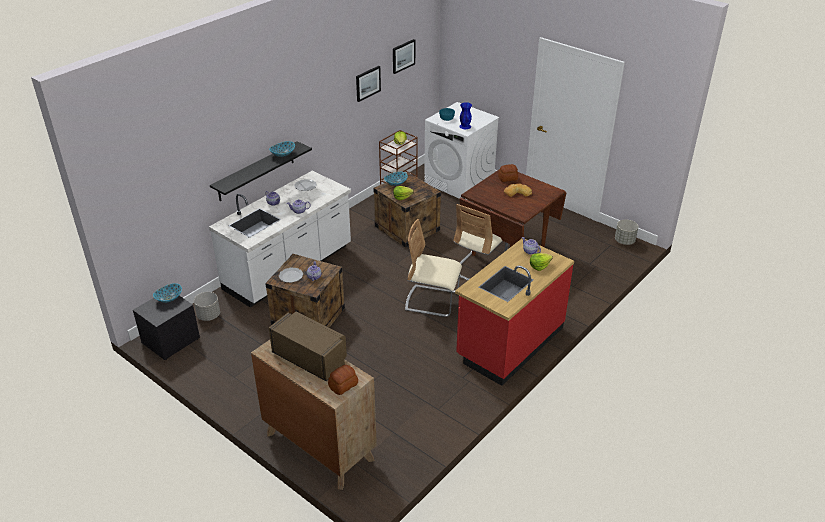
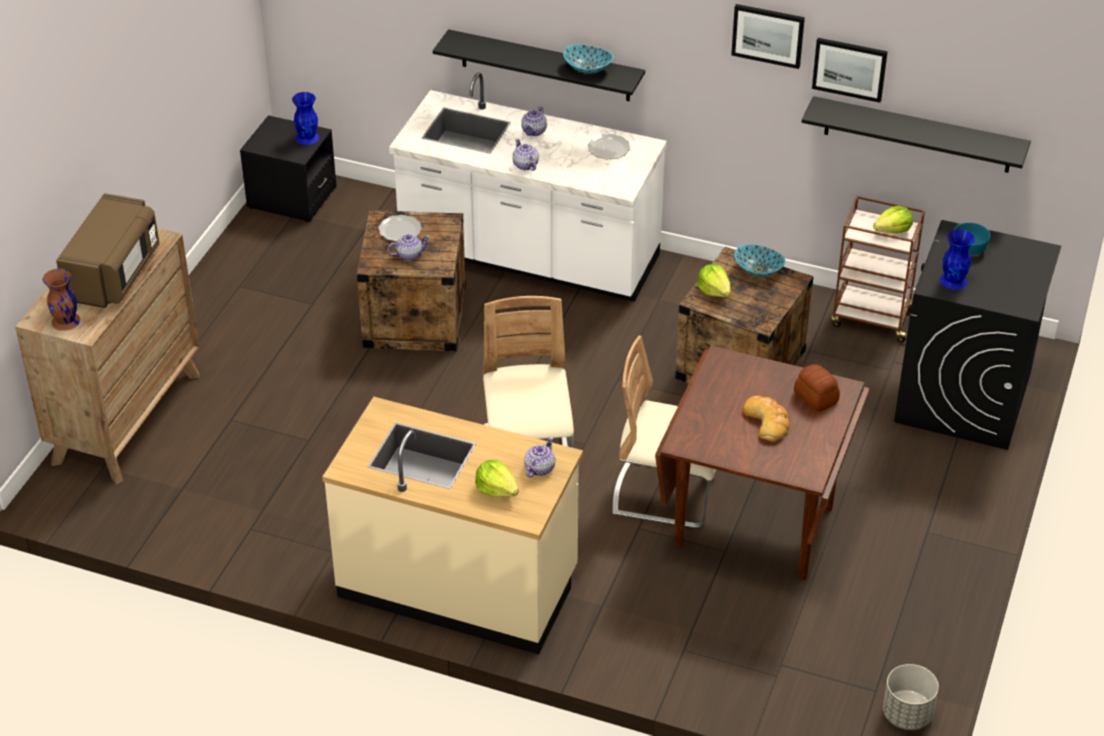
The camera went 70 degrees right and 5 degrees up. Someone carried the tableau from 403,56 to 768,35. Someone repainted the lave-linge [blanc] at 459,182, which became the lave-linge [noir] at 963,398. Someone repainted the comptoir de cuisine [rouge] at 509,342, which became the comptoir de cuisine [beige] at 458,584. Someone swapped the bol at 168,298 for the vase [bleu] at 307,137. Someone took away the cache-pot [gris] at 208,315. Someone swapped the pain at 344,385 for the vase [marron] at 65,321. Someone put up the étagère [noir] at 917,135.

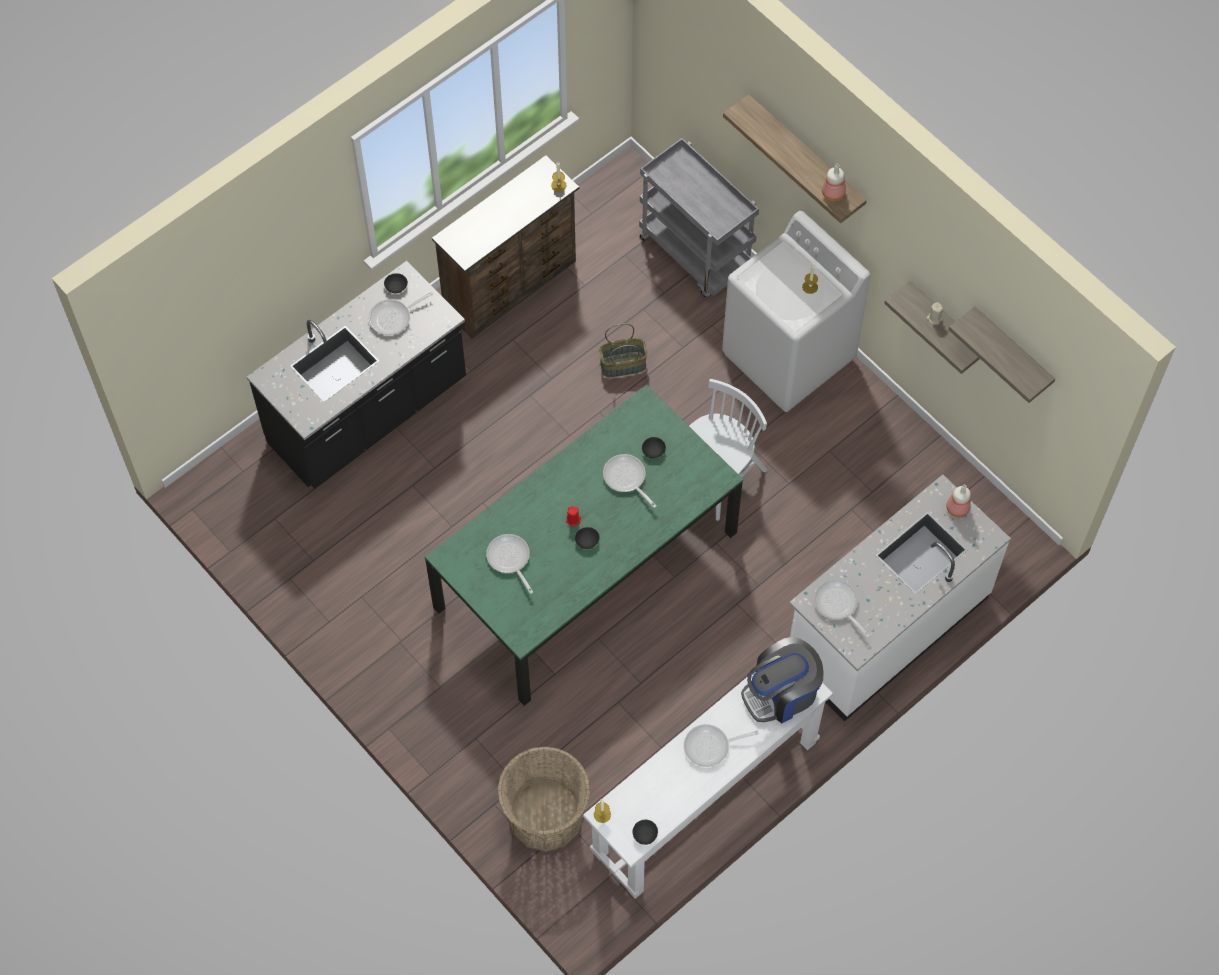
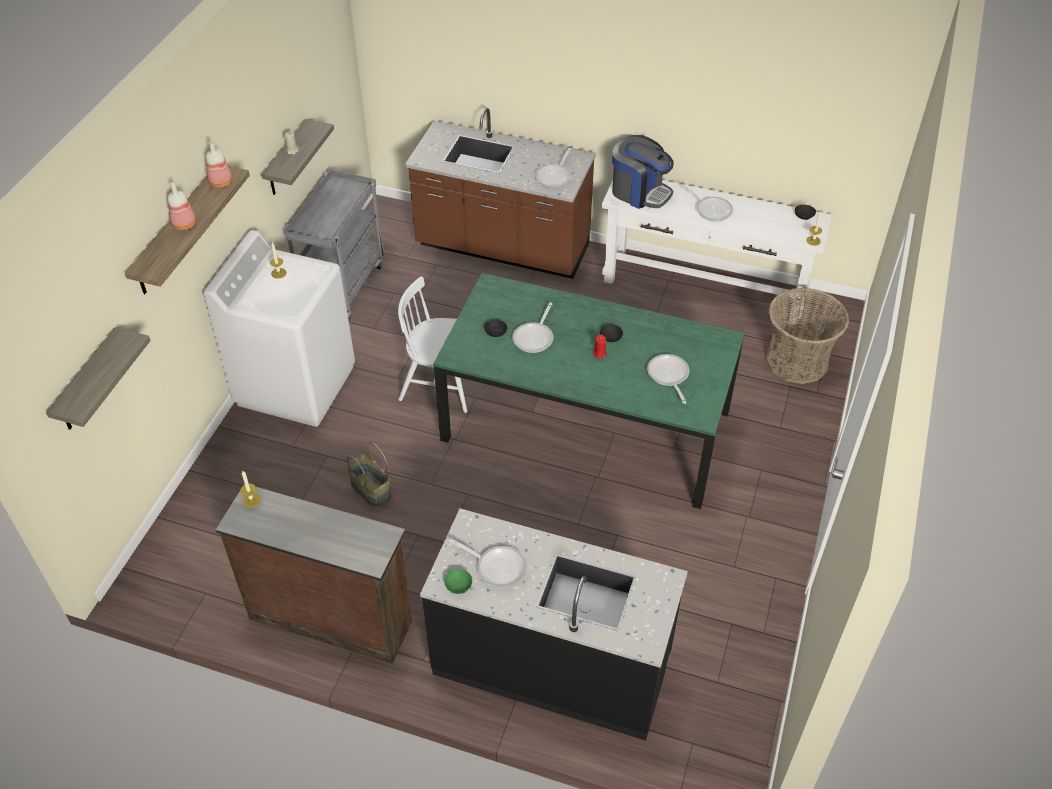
The camera went 120 degrees left and 15 degrees down. Someone carried the chariot [gris] from 697,253 to 343,285. Someone repainted the bol [noir] at 396,286, which became the bol [vert] at 457,585. Someone carried the étagère from 1011,352 to 87,383. Someone repainted the comptoir de cuisine [blanc] at 885,628, which became the comptoir de cuisine [marron] at 502,248. Someone carried the bouteille from 957,509 to 185,224. Someone rotated the poêle at 510,559 by 135 degrees clockwise.

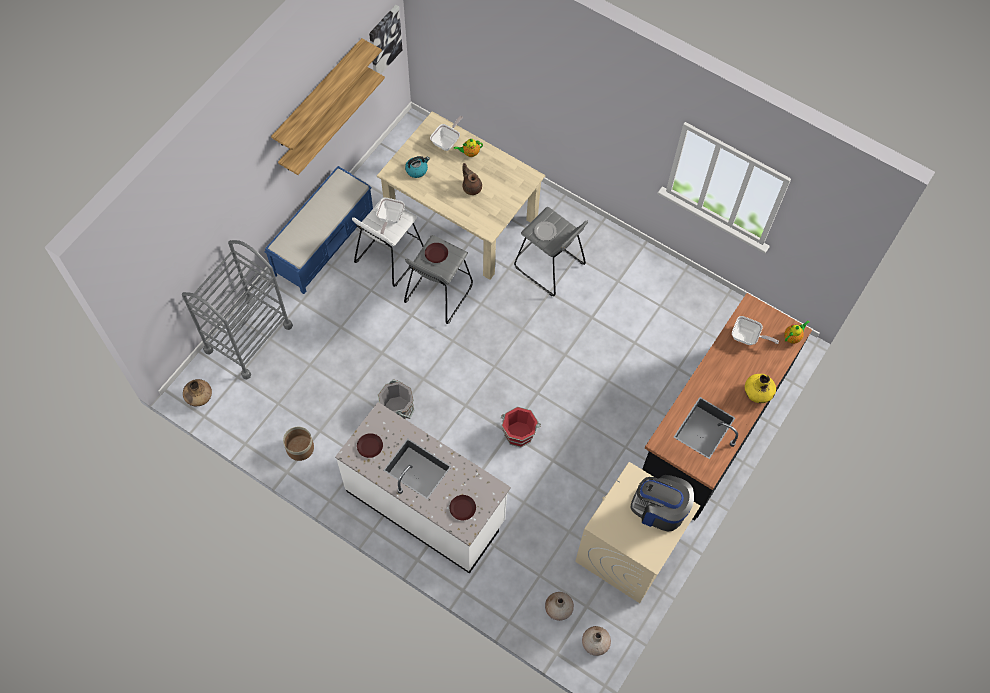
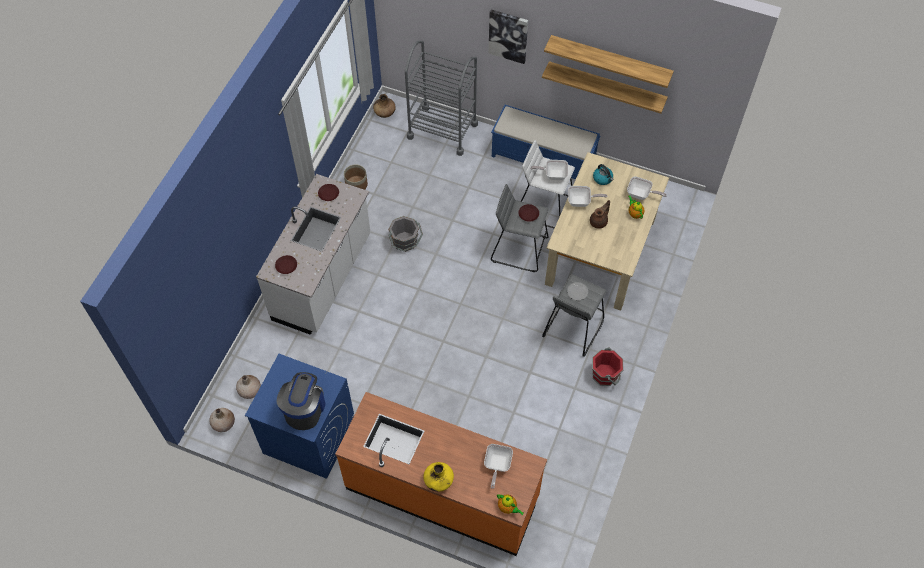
The camera went 80 degrees right and 5 degrees down. Someone carried the tableau from 384,41 to 508,35. Someone repainted the comptoir de cuisine [noir] at 711,426, which became the comptoir de cuisine [orange] at 442,492. Someone carried the seau [rouge] from 518,433 to 605,374. Someone repainted the lave-linge [beige] at 627,551, which became the lave-linge [bleu] at 308,436. Someone put down the poêle at 581,202.

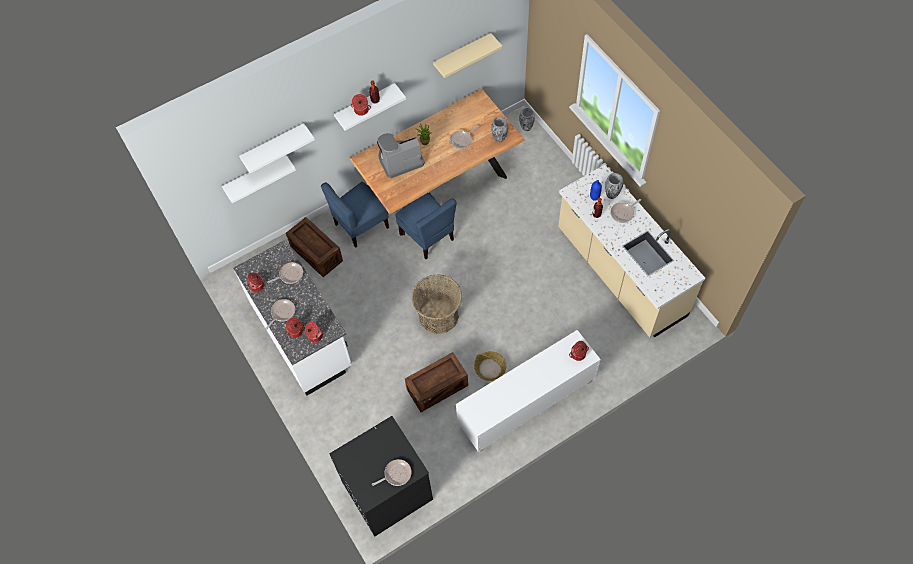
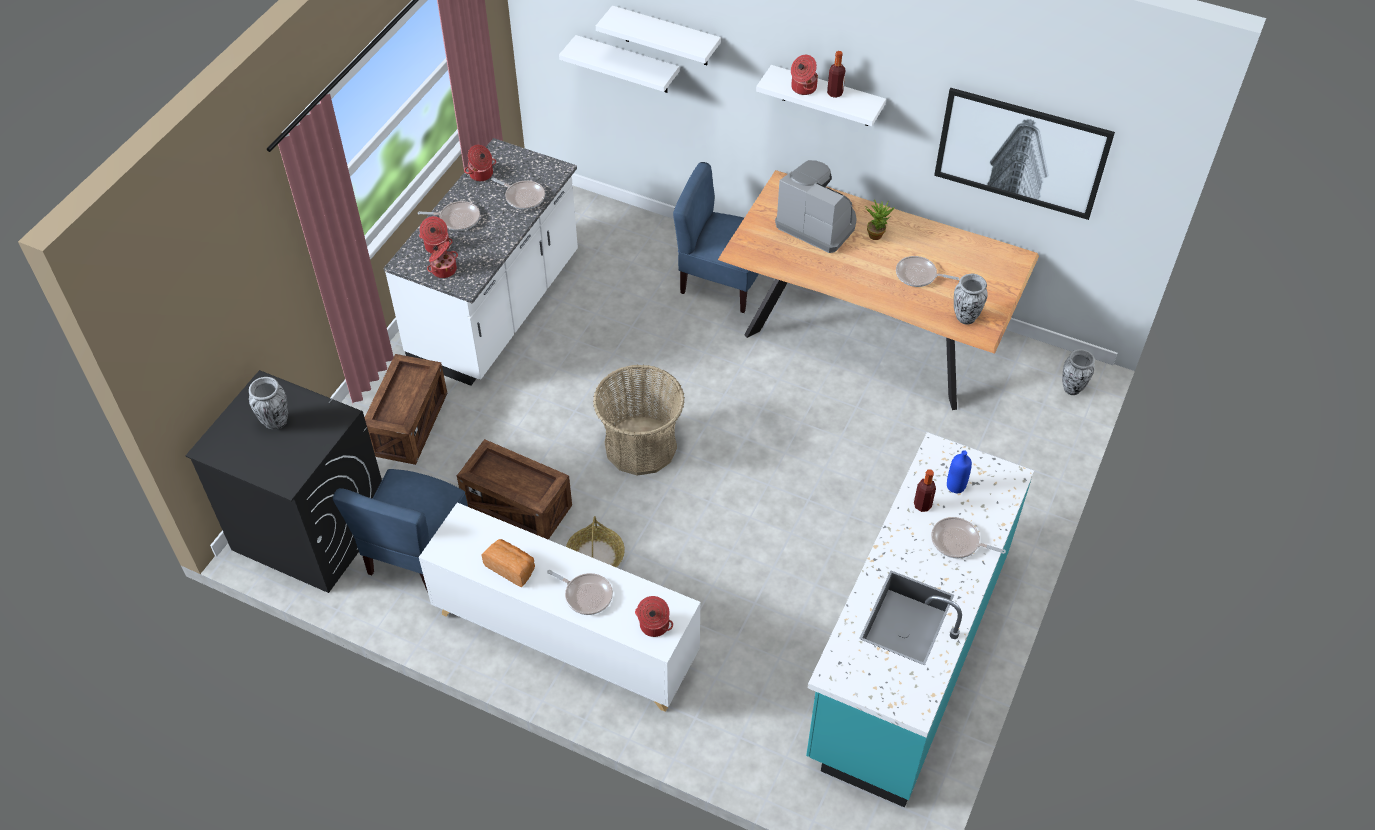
The camera went 55 degrees right and 10 degrees down. Someone swapped the étagère [beige] at 462,54 for the tableau at 1021,152. Someone repainted the comptoir de cuisine [beige] at 620,273, which became the comptoir de cuisine [turquoise] at 906,656. Someone carried the vase from 611,194 to 276,422. Someone carried the chaise [bleu] from 427,236 to 417,553. Someone carried the caisse from 316,254 to 409,424. Someone carried the poêle from 396,474 to 586,595. Someone put down the pain at 511,568.

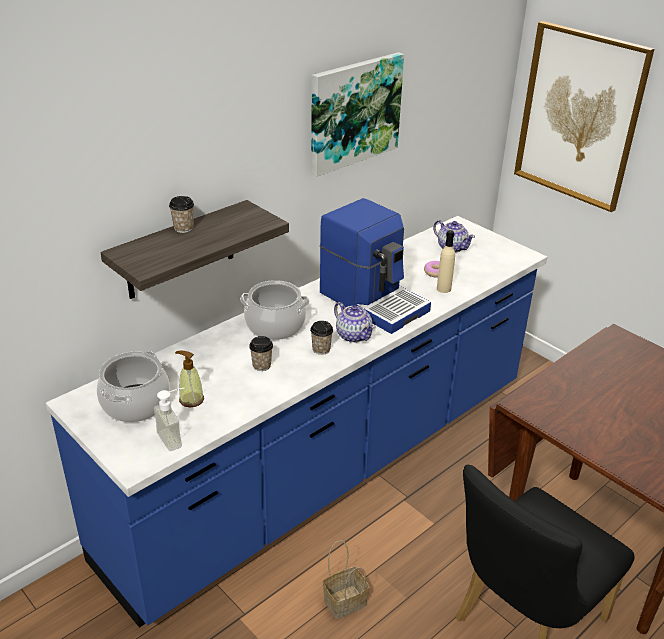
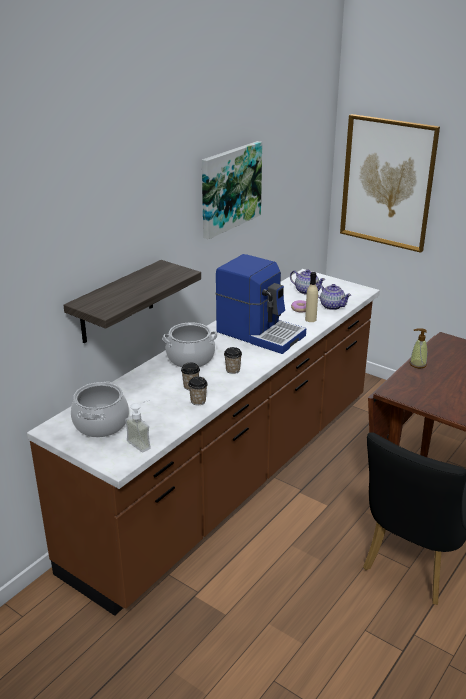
The camera went 10 degrees left and 5 degrees down. Someone carried the tasse from 183,228 to 198,401. Someone repainted the comptoir de cuisine [bleu] at 328,468, which became the comptoir de cuisine [marron] at 233,478. Someone carried the théière from 353,335 to 332,306. Someone carried the distributeur de savon from 191,399 to 417,364. Someone took away the panier at 345,600.

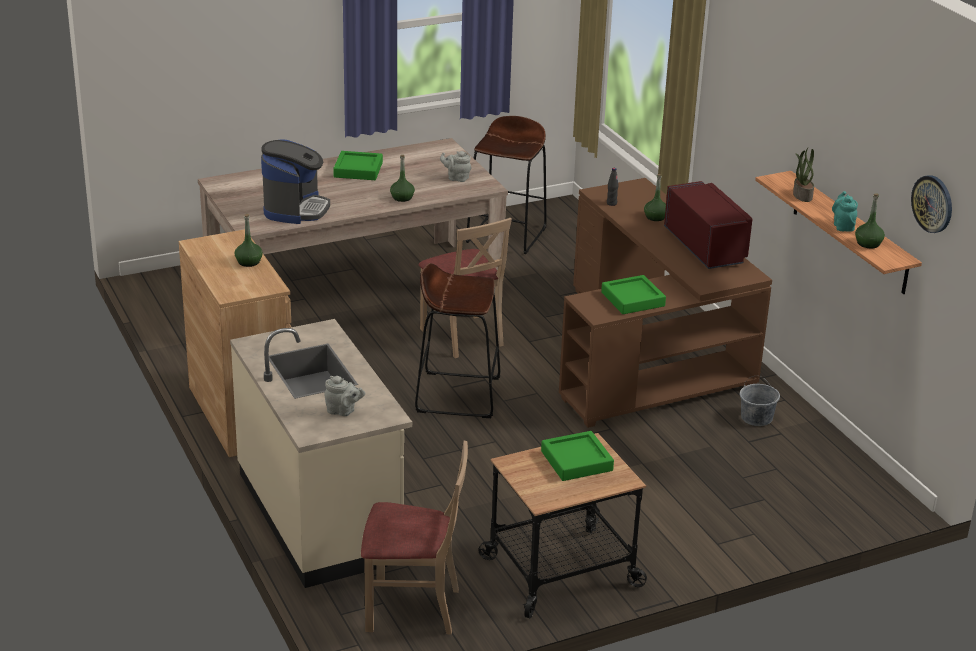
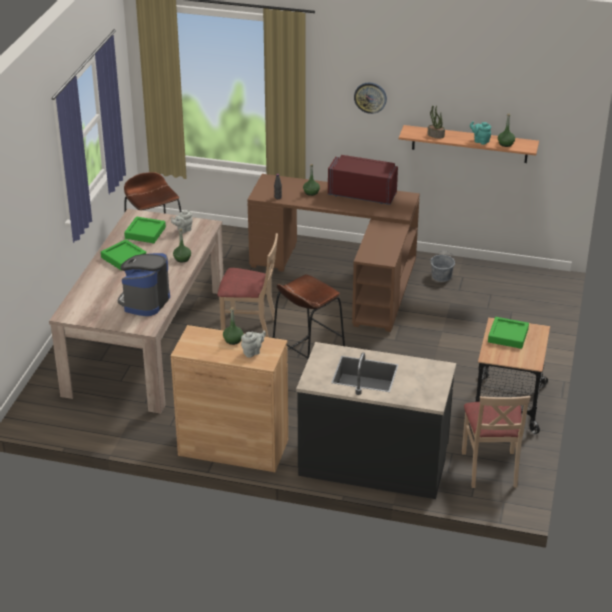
The camera went 50 degrees left and 5 degrees up. Someone rotated the machine à café at 295,209 by 120 degrees counterclockwise. Someone carried the horloge murale from 932,203 to 370,97. Someone carried the plateau [vert] from 632,299 to 145,233. Someone repainted the comptoir de cuisine [beige] at 321,516, which became the comptoir de cuisine [noir] at 373,463. Someone carried the théière [gris] from 343,411 to 253,352. Someone rotated the chaise [beige] at 412,608 by 135 degrees clockwise.

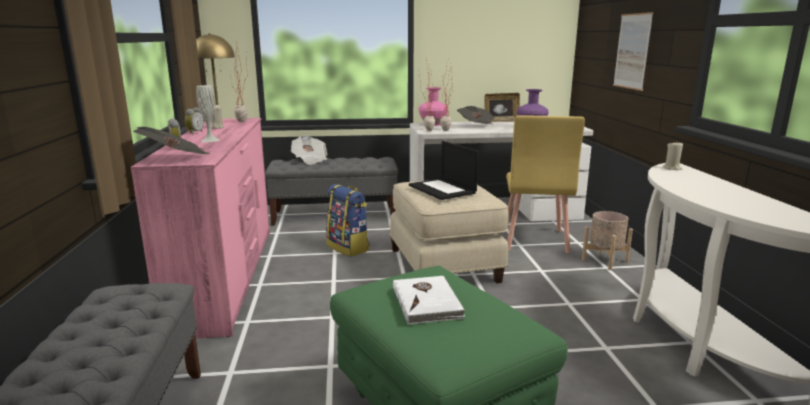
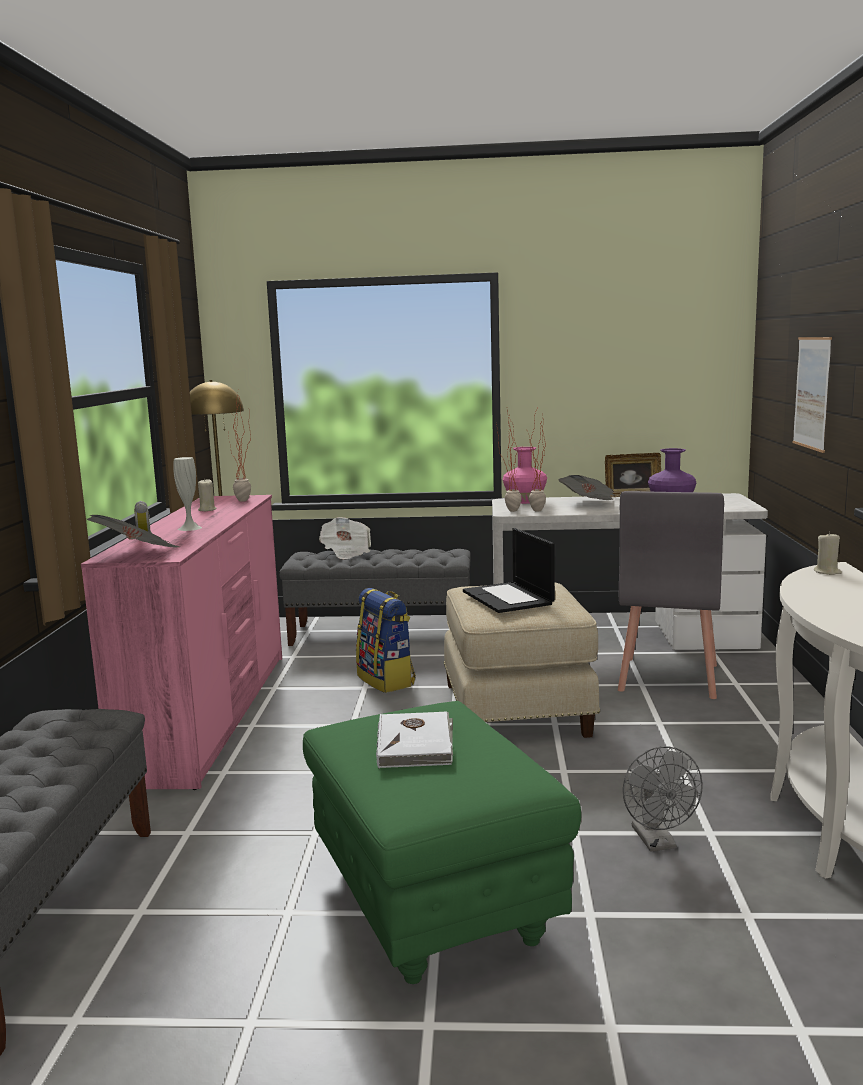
The camera went 10 degrees right and 5 degrees down. Someone took away the réveil at 194,133. Someone repainted the chaise [jaune] at 534,240, which became the chaise [gris] at 667,678. Someone took away the cache-pot [beige] at 604,260. Someone put down the ventilateur [gris] at 658,842.

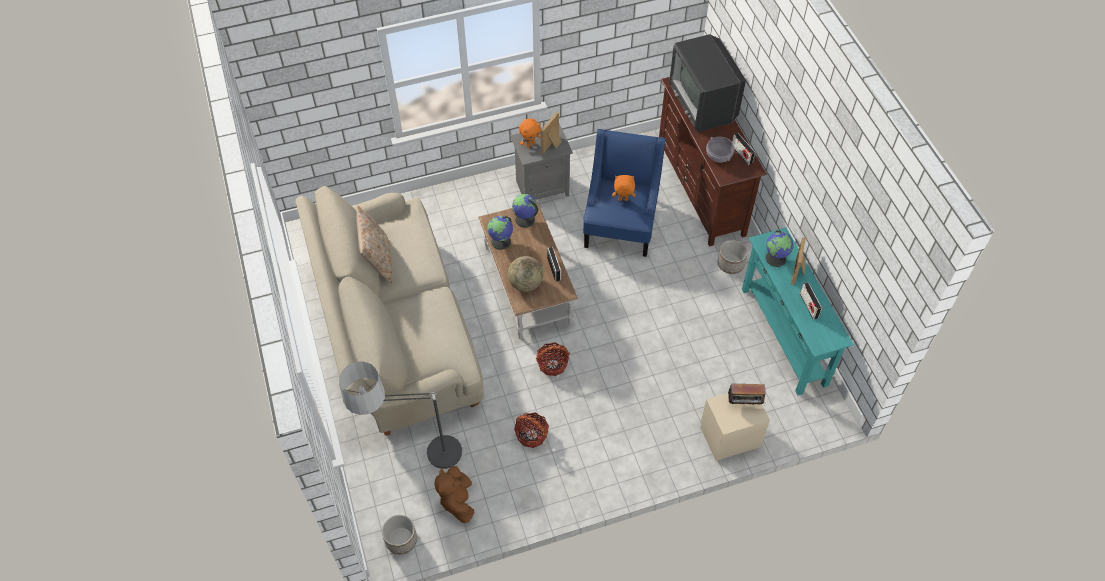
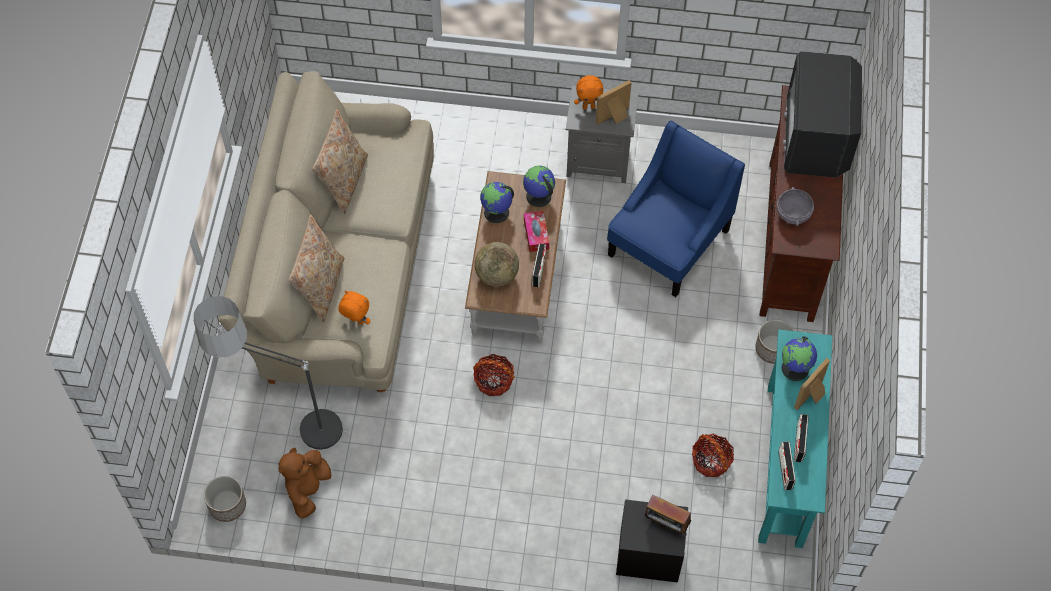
The camera went 25 degrees right and 5 degrees up. Someone carried the radio from 741,154 to 785,470. Someone carried the peluche [orange] from 623,200 to 356,321. Someone repainted the table de chevet [beige] at 729,435, which became the table de chevet [noir] at 649,553. Someone carried the panier from 531,434 to 711,461. Someone put down the boîte à mouchoirs at 536,234. Someone put down the coussin [beige] at 320,286.

